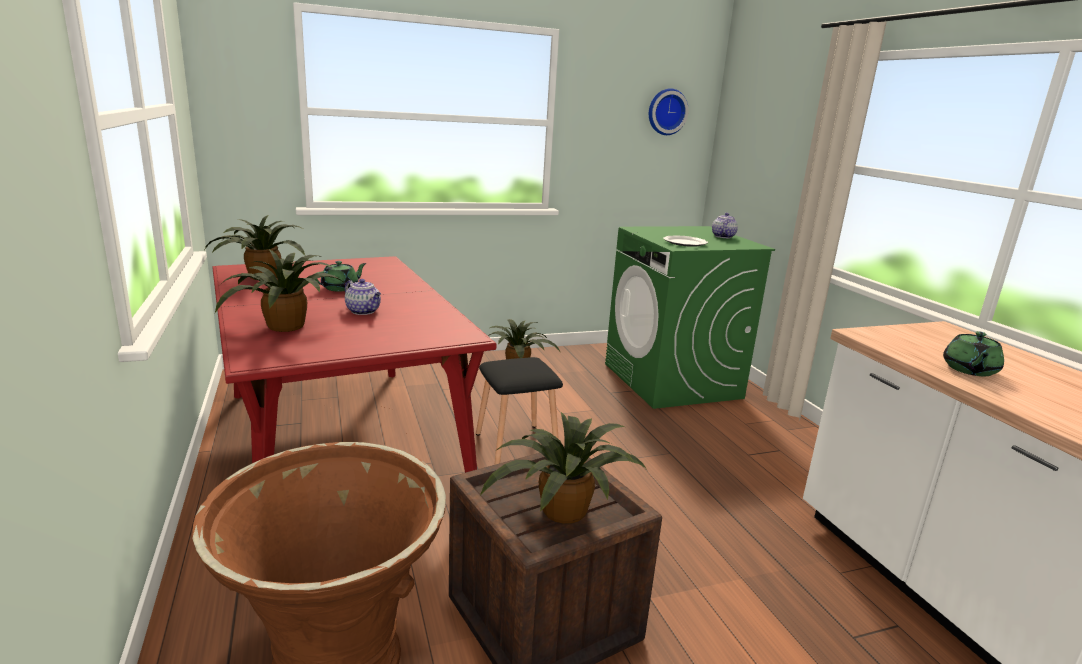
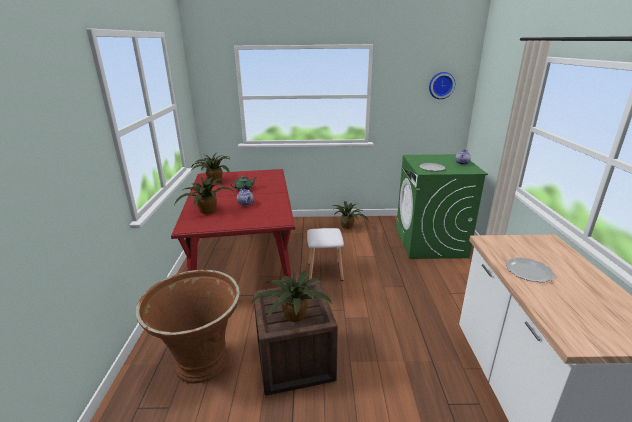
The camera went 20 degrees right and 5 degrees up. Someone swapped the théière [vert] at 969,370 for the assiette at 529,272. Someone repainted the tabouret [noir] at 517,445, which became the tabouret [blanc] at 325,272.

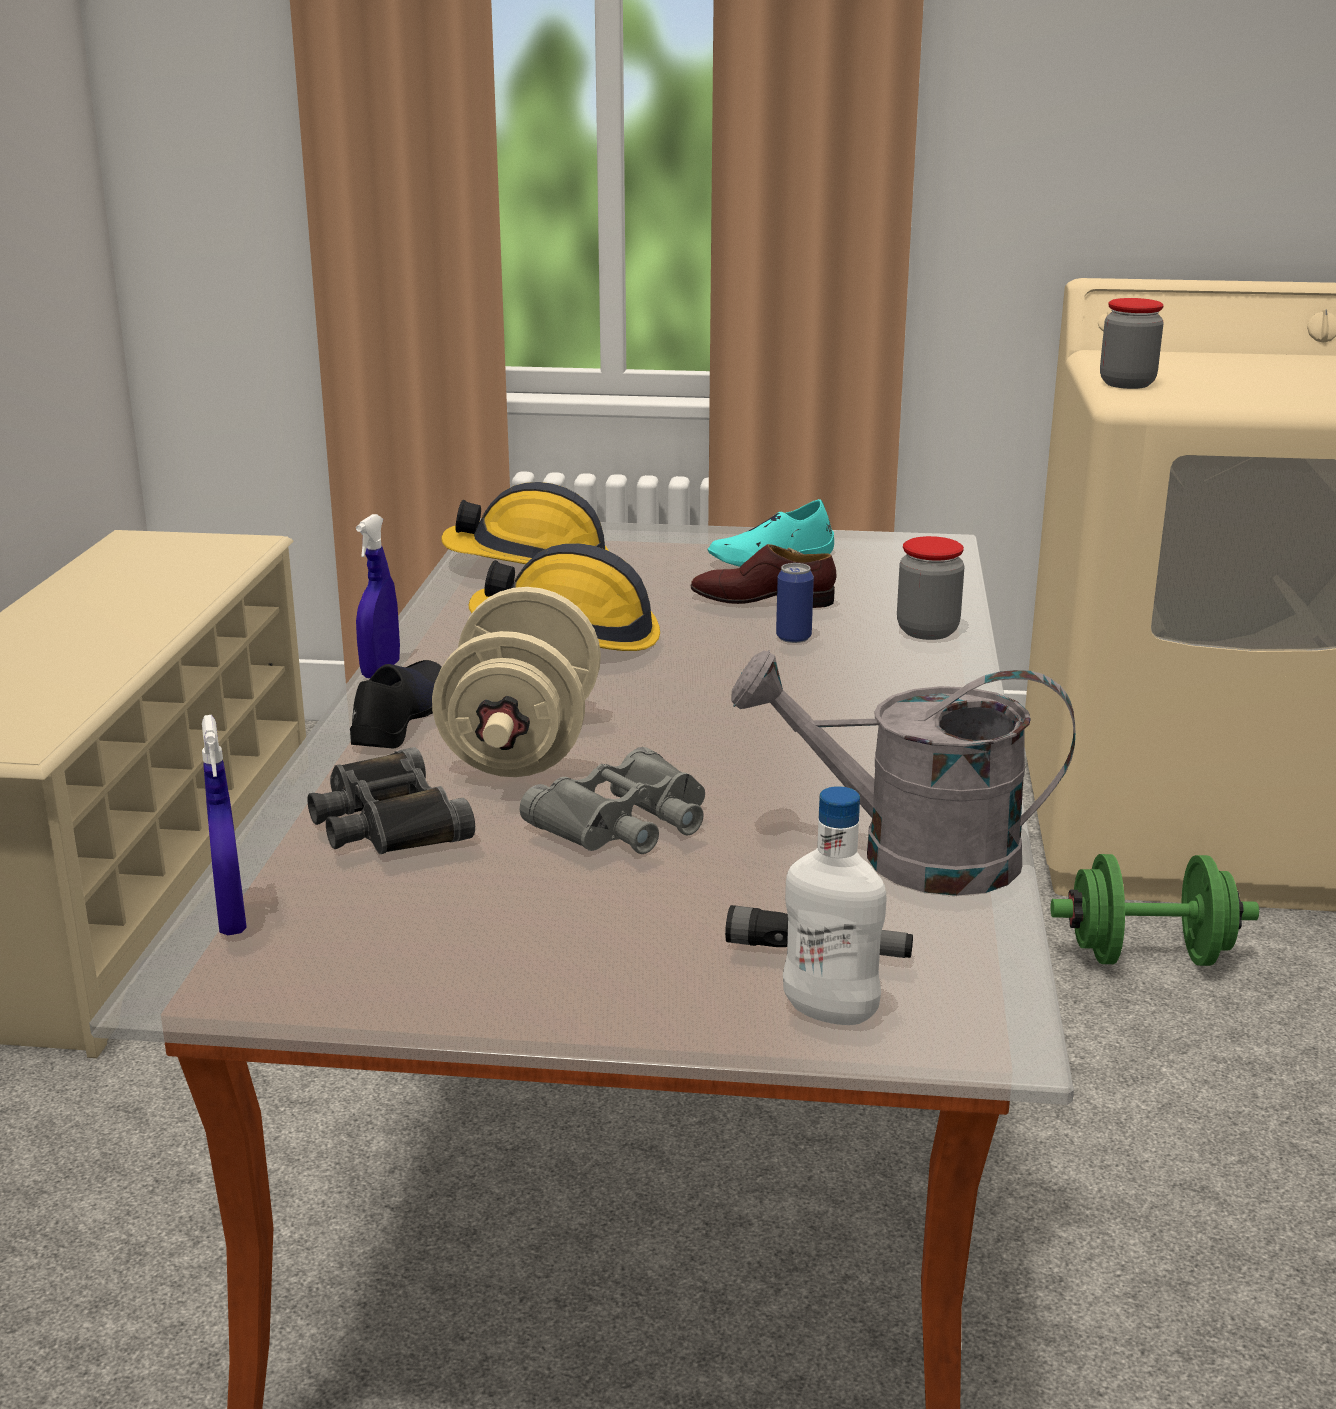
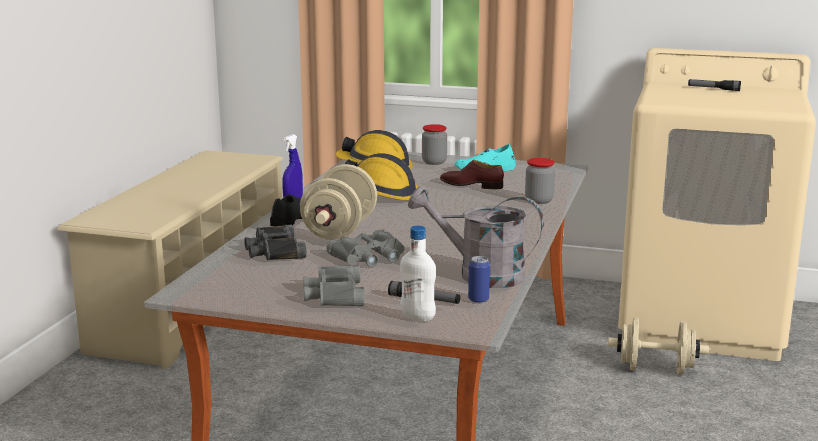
The camera went 10 degrees right and 5 degrees down. Someone carried the bocal from 1127,384 to 434,162. Someone carried the boîte métallique from 793,638 to 478,299. Someone took away the vaporisateur [bleu] at 232,919. Someone repainted the haltère [vert] at 1147,956, which became the haltère [beige] at 656,369. Someone put down the lampe de poche at 713,89. Someone put down the jumelles [gris] at 334,294.

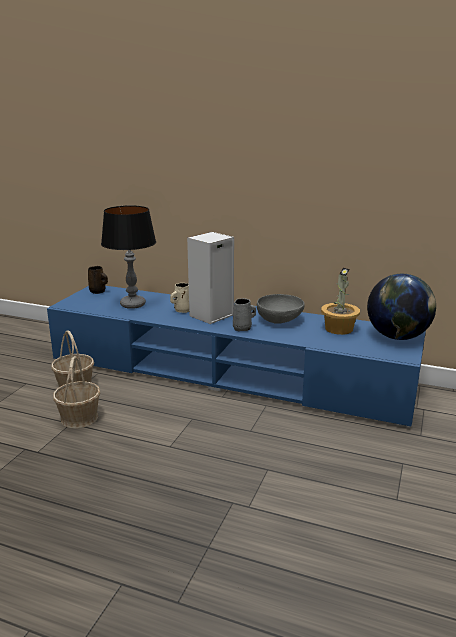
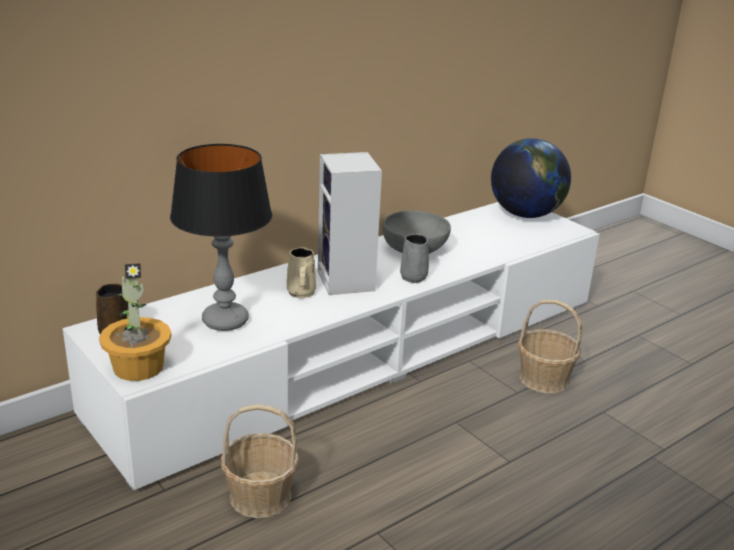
The camera went 60 degrees left and 5 degrees up. Someone carried the plante en pot from 339,329 to 138,366. Someone repainted the meuble télé [bleu] at 228,373, which became the meuble télé [blanc] at 364,354. Someone carried the panier from 79,418 to 543,378.

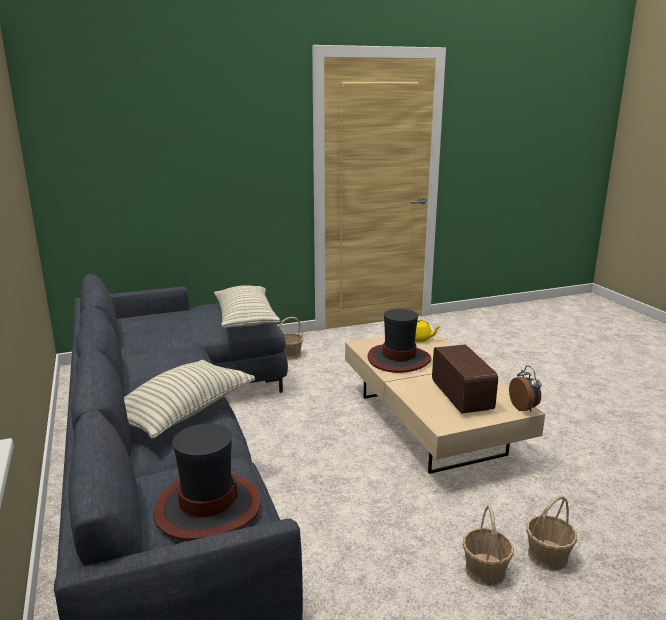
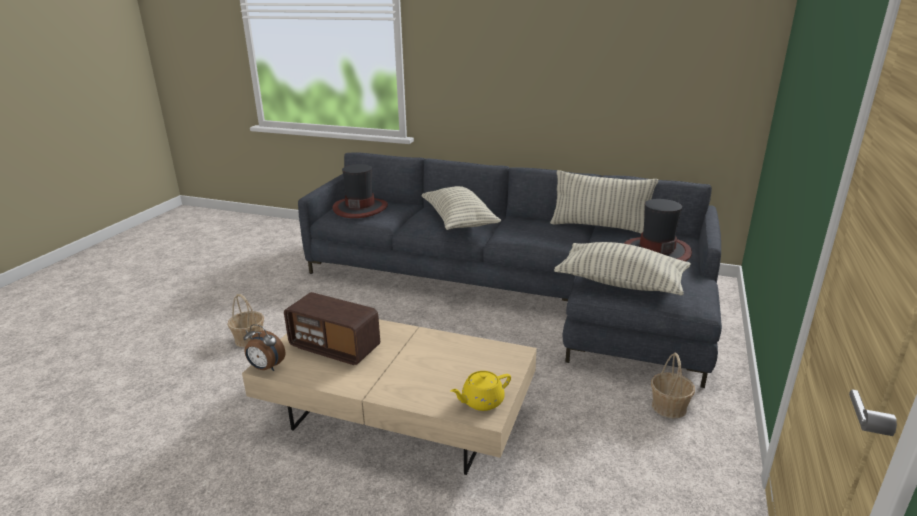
The camera went 130 degrees right and 5 degrees up. Someone carried the chapeau from 399,359 to 656,251. Someone took away the panier at 548,556. Someone put down the coussin at 600,227.

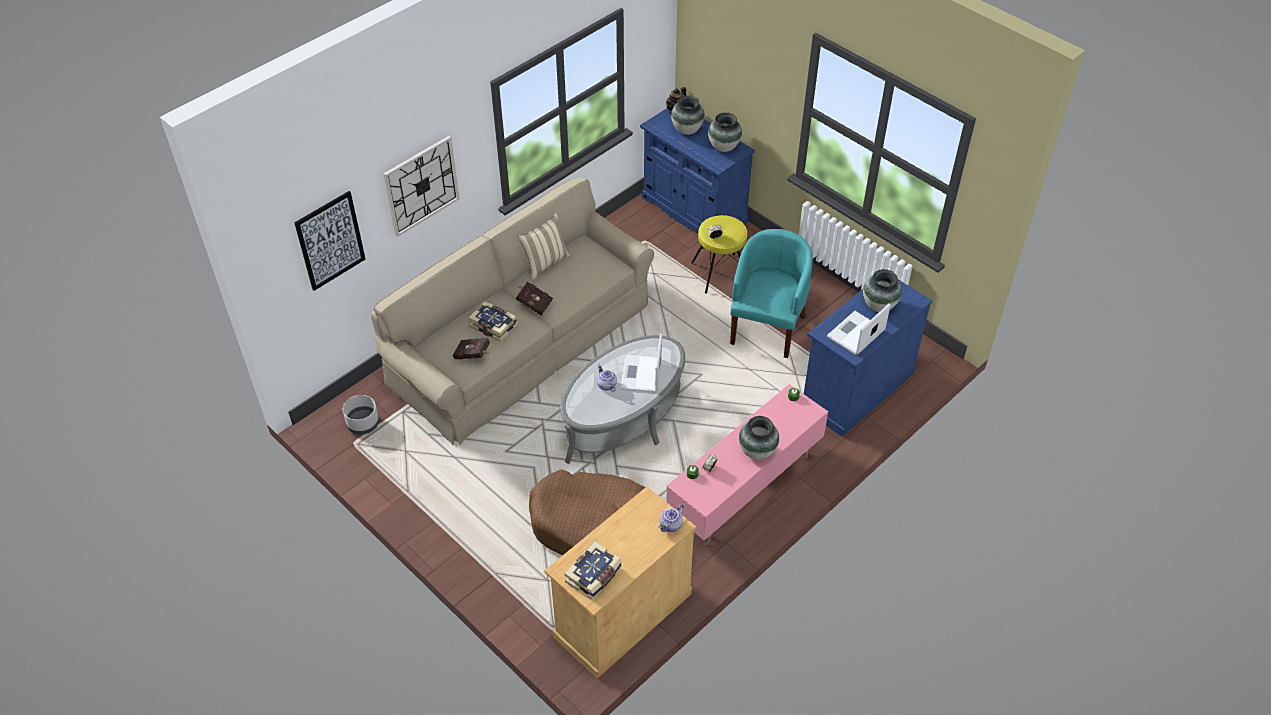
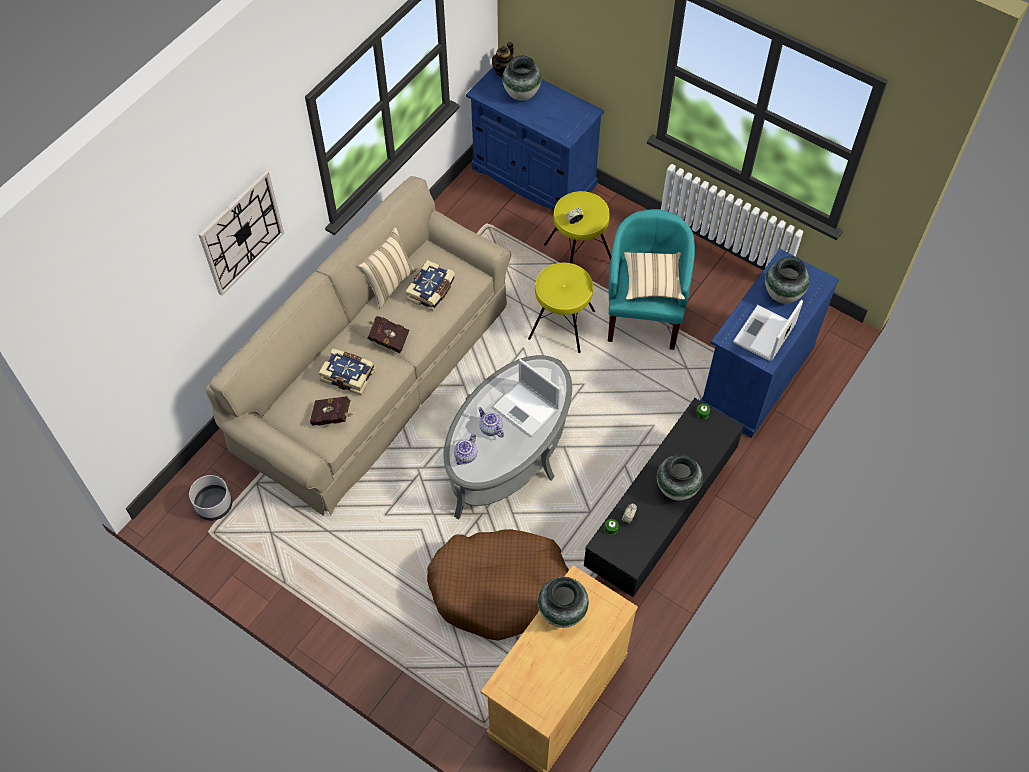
The camera went 10 degrees left and 10 degrees up. Someone carried the vase from 724,147 to 562,611. Someone took away the tableau at 330,240. Someone rotated the ordinateur portable at 641,374 by 45 degrees counterclockwise. Someone repainted the meuble télé [rose] at 743,490, which became the meuble télé [noir] at 658,520. Someone carried the théière from 671,525 to 466,456. Someone carried the livre from 594,576 to 432,291. Someone put down the coussin [beige] at 652,283. Someone put down the tabouret [jaune] at 562,325.

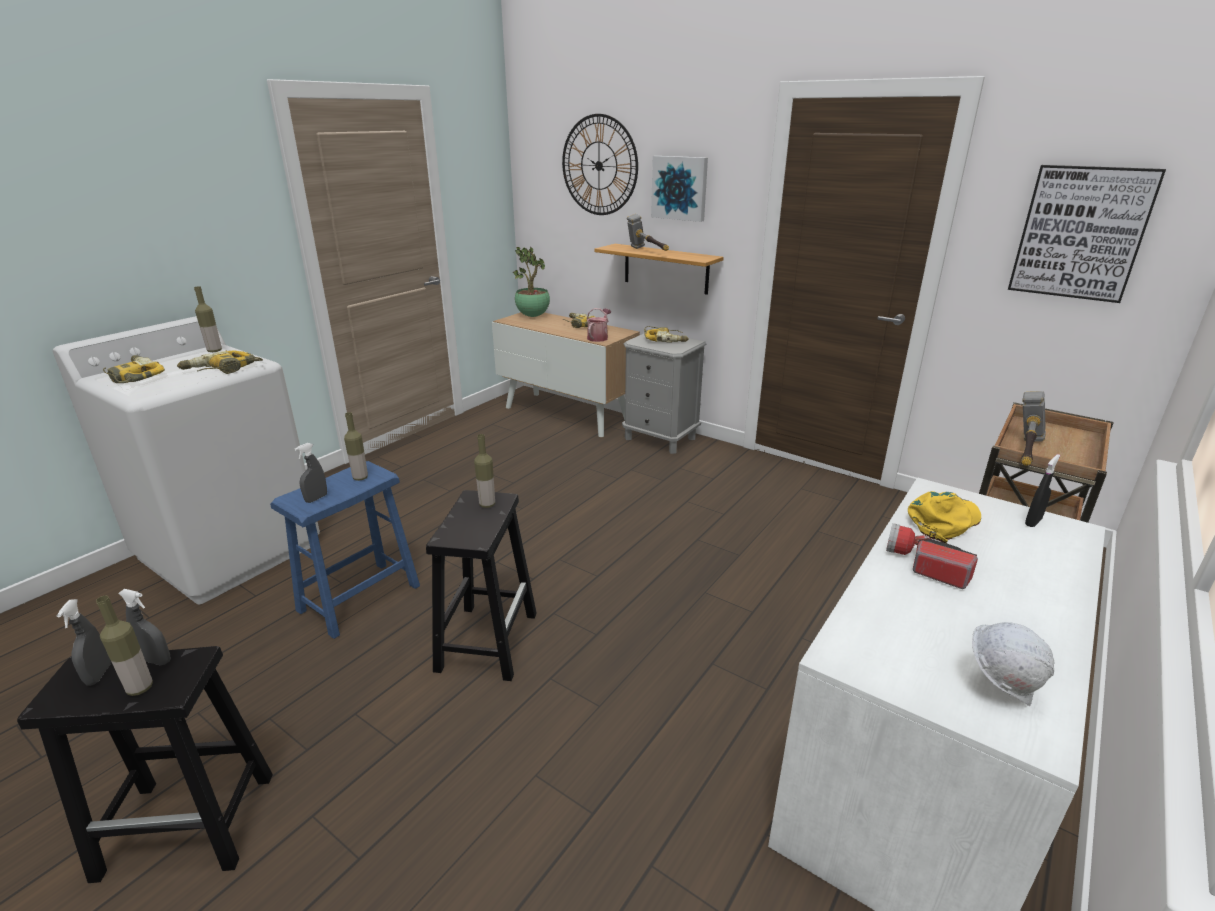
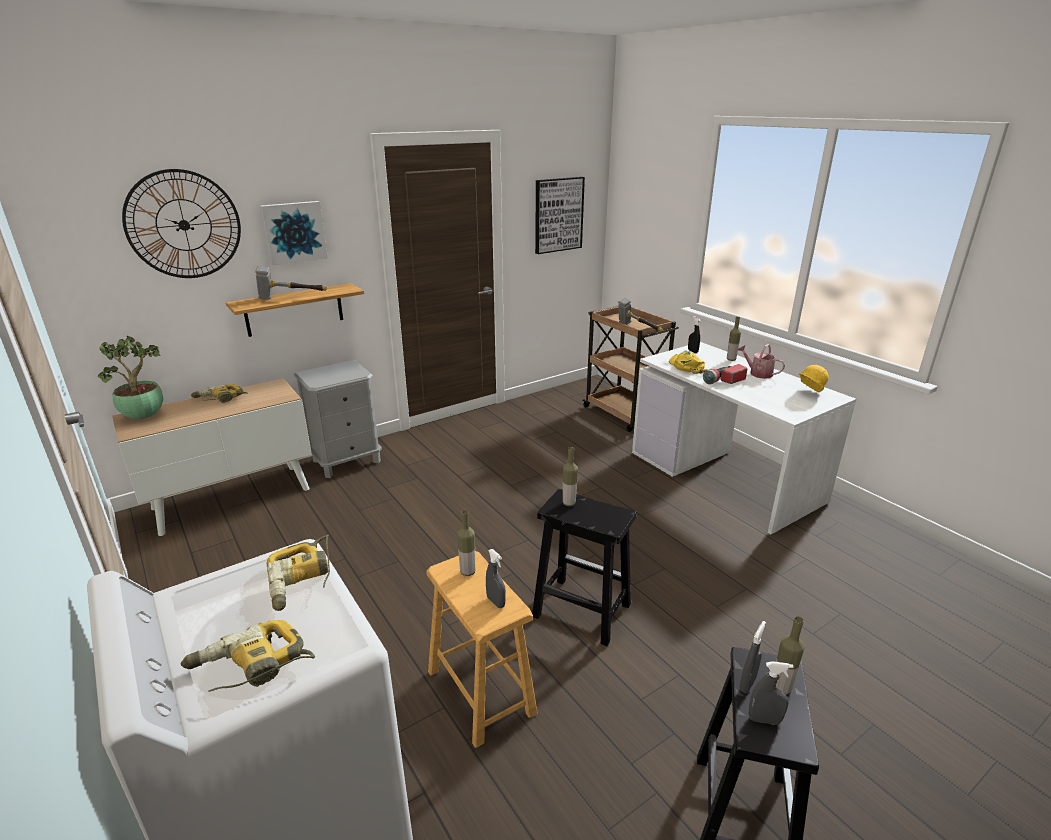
The camera went 70 degrees left and 0 degrees up. Someone carried the bouteille from 214,351 to 731,359. Someone carried the arrosoir from 598,337 to 758,373. Someone took away the perceuse at 665,339. Someone repainted the tabouret [bleu] at 359,598, which became the tabouret [marron] at 480,692. Someone repainted the casque de chantier [blanc] at 999,687, which became the casque de chantier [jaune] at 808,394.

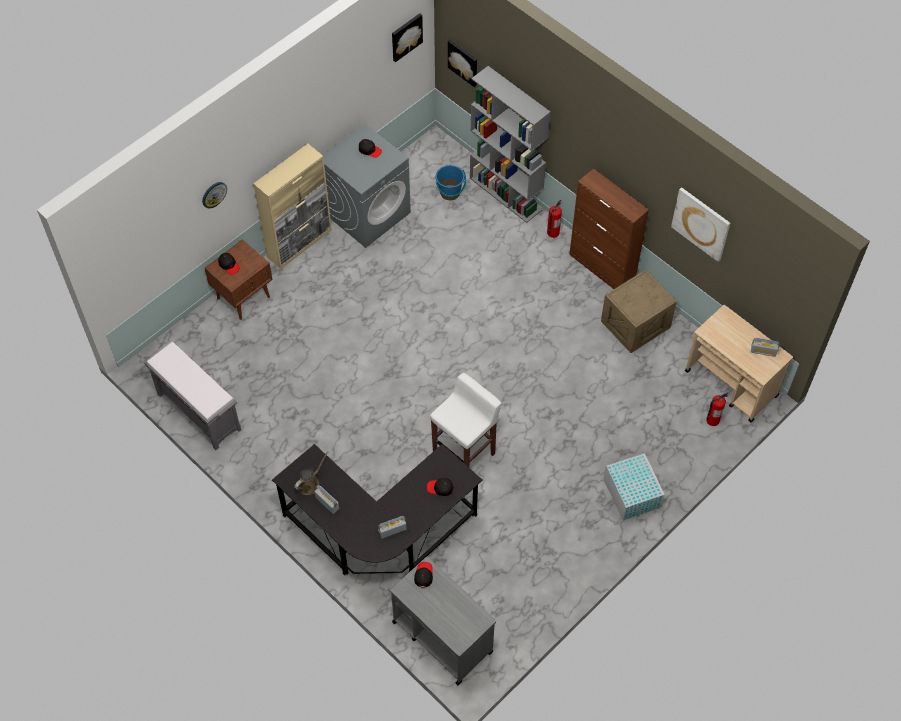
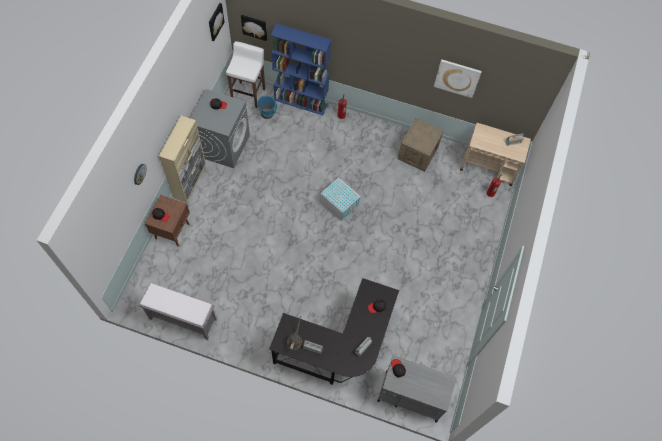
The camera went 30 degrees left and 5 degrees up. Someone repainted the bibliothèque [gris] at 506,194, which became the bibliothèque [bleu] at 301,102. Someone took away the meuble de rangement [marron] at 602,268. Someone carried the tabouret [blanc] from 465,453 to 248,94. Someone carried the boîte de rangement [blanc] from 631,492 to 339,203.

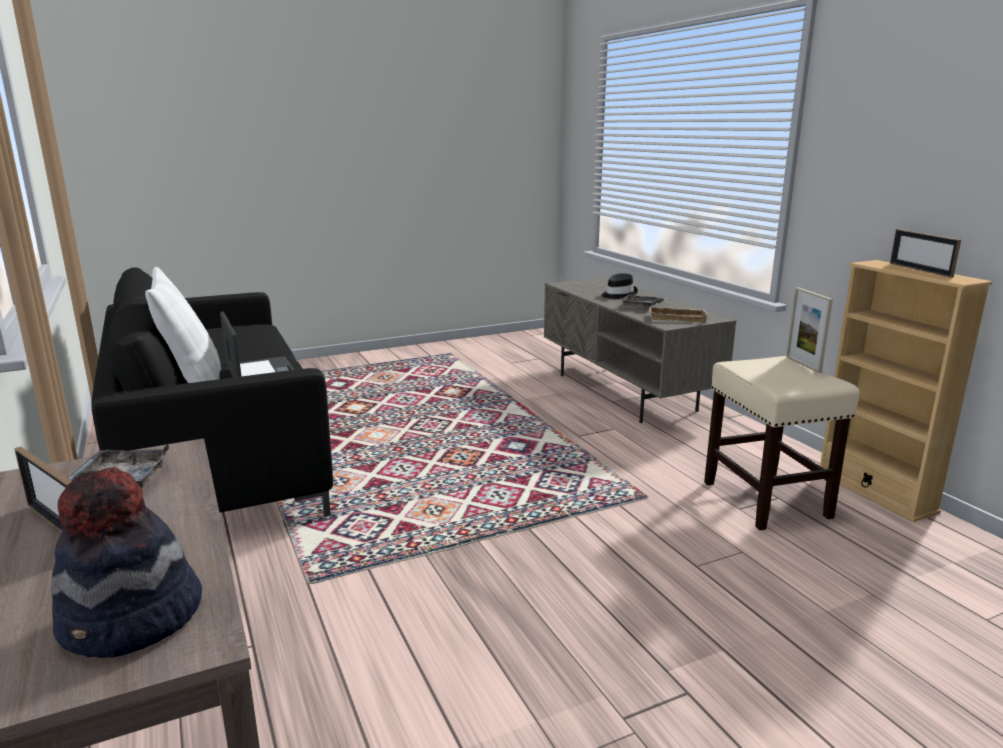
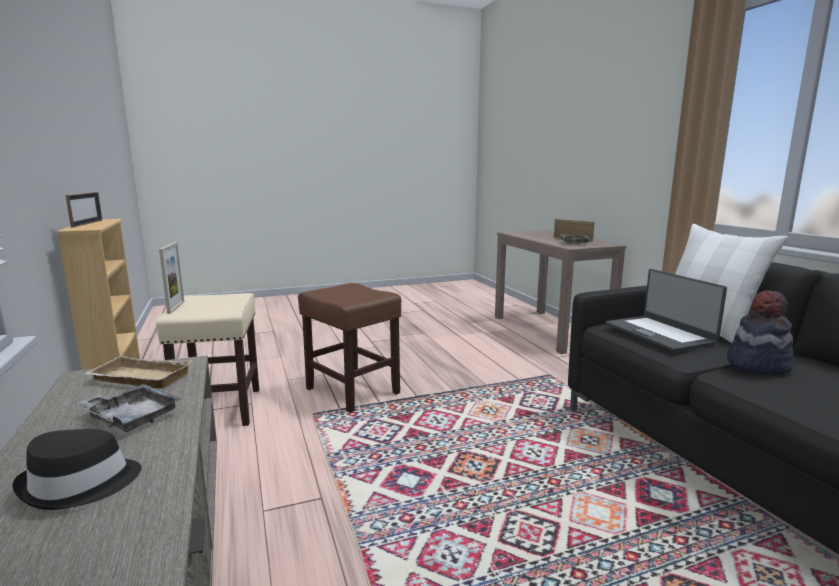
The camera went 175 degrees left and 5 degrees down. Someone carried the chapeau from 132,621 to 757,365. Someone put down the tabouret [marron] at 351,390.

